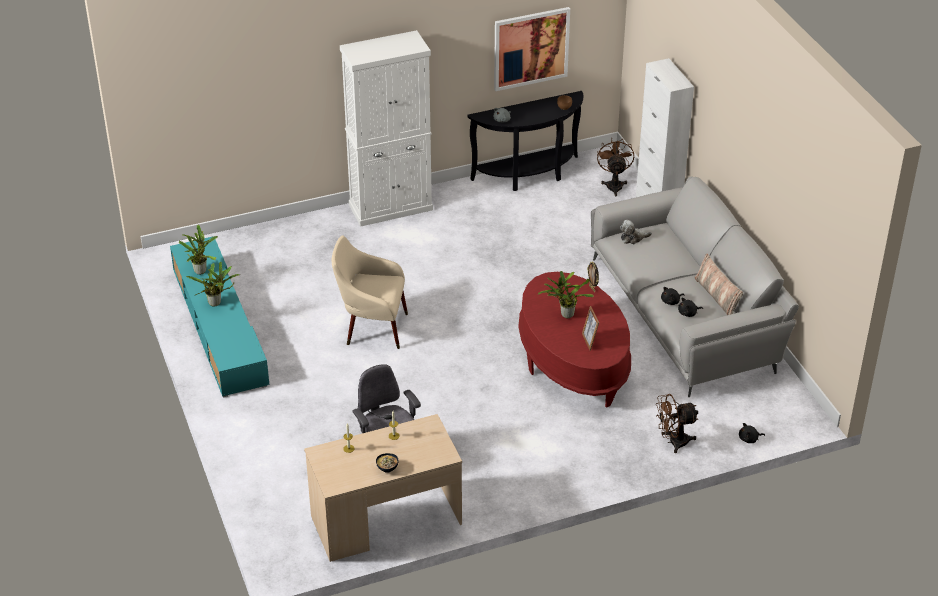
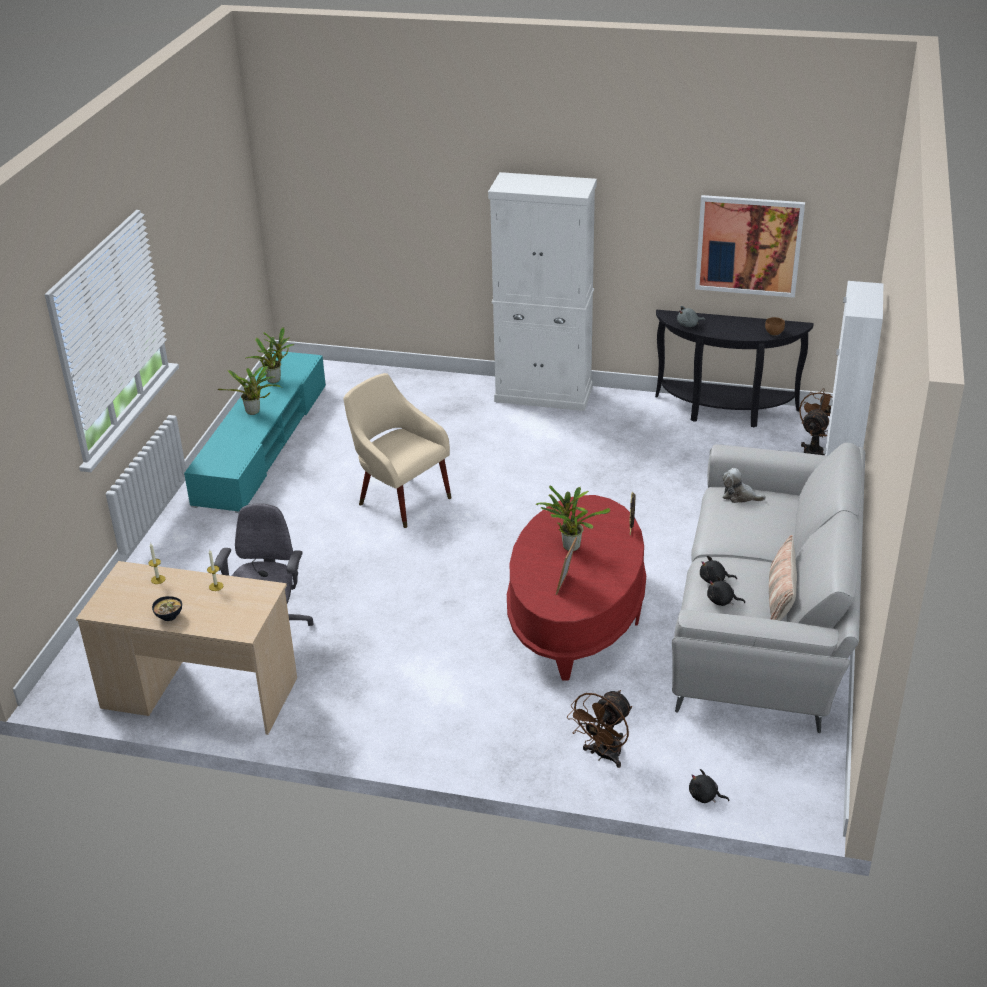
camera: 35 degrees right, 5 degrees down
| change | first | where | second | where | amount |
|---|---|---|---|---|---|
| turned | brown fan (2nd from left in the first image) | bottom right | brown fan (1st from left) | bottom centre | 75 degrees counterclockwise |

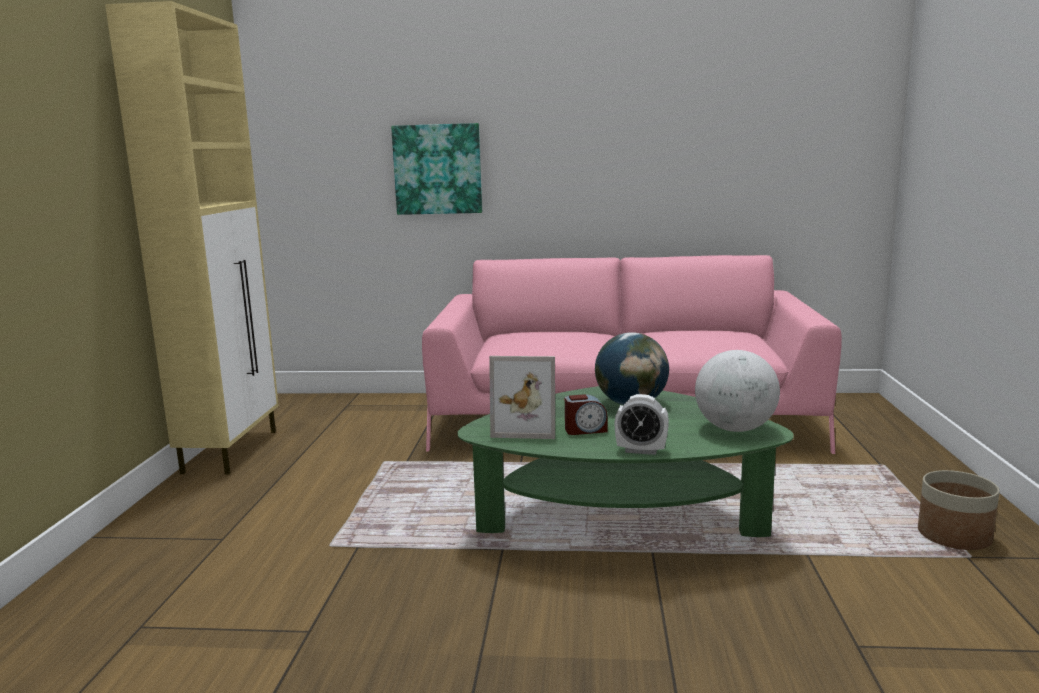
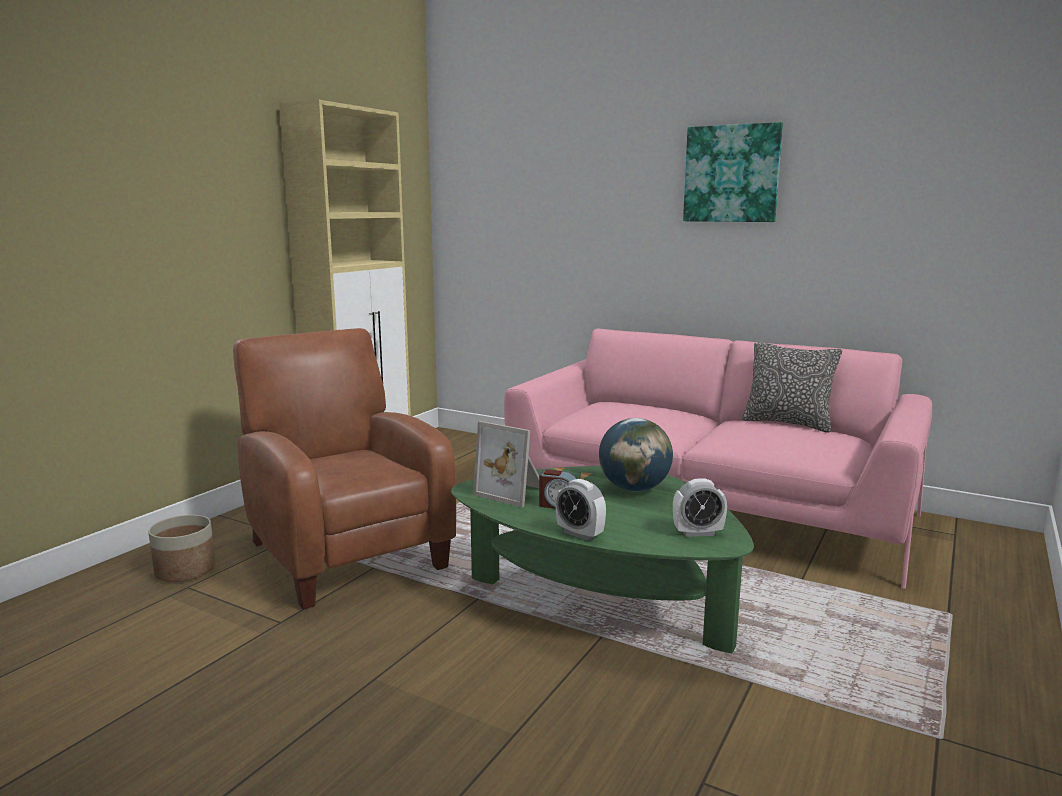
camera: 25 degrees right, 0 degrees up
| change | first | where | second | where | amount |
|---|---|---|---|---|---|
| moved | flower pot | bottom right |  | bottom left |  |
| added |  |  | brown armchair | middle left |  |
| replaced | world globe (2nd from left) | middle right | table clock (3rd from left) | centre |  |
| moved | wall picture | top centre |  | top right |  |
| added |  |  | pillow | middle right |  |

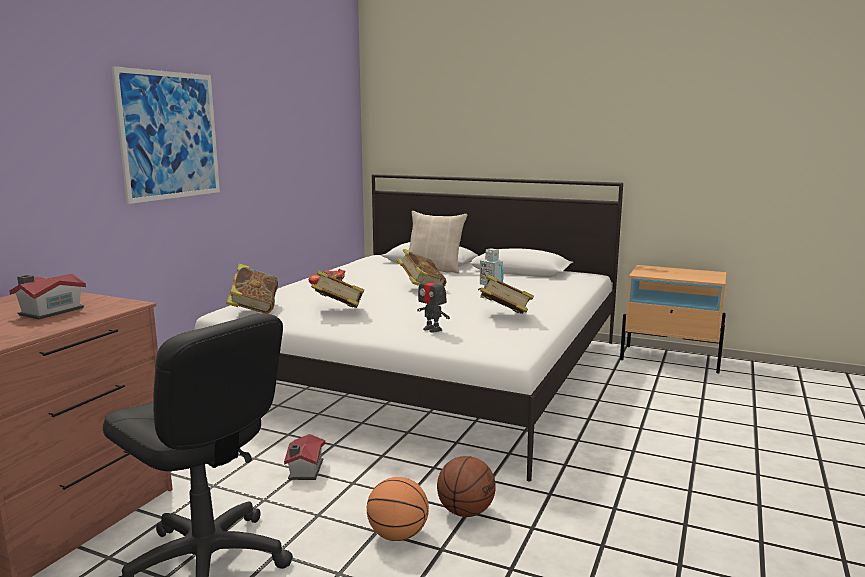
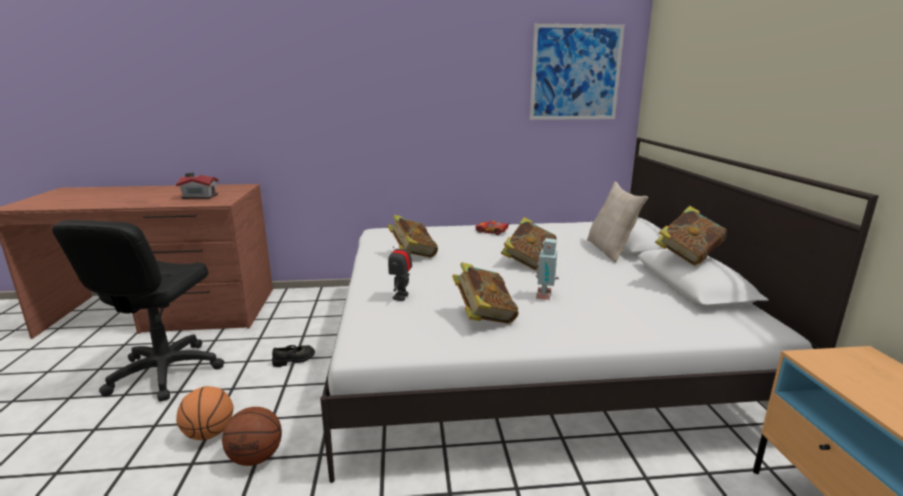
camera: 60 degrees right, 5 degrees up
| change | first | where | second | where | amount |
|---|---|---|---|---|---|
| replaced | toy house (2nd from left) | bottom centre | black-coloured item of footwear | bottom left |  |
| moved | wall picture | top left |  | top centre |  |
| moved | book (1st from left in the first image) | middle left | book (4th from left) | middle right |  |

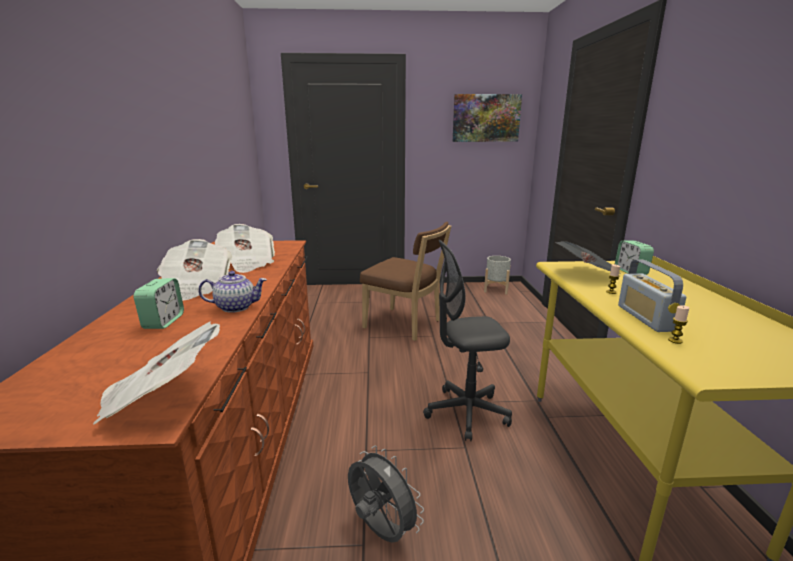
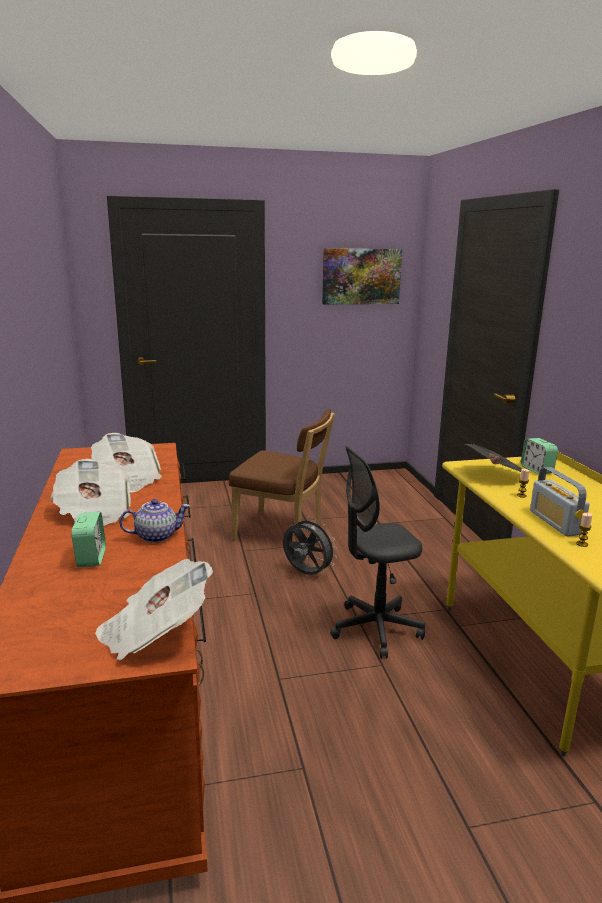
camera: 10 degrees left, 0 degrees up
| change | first | where | second | where | amount |
|---|---|---|---|---|---|
| moved | greyish fan | bottom centre |  | centre |  |
| removed | greyish flower pot | centre |  |  |  |

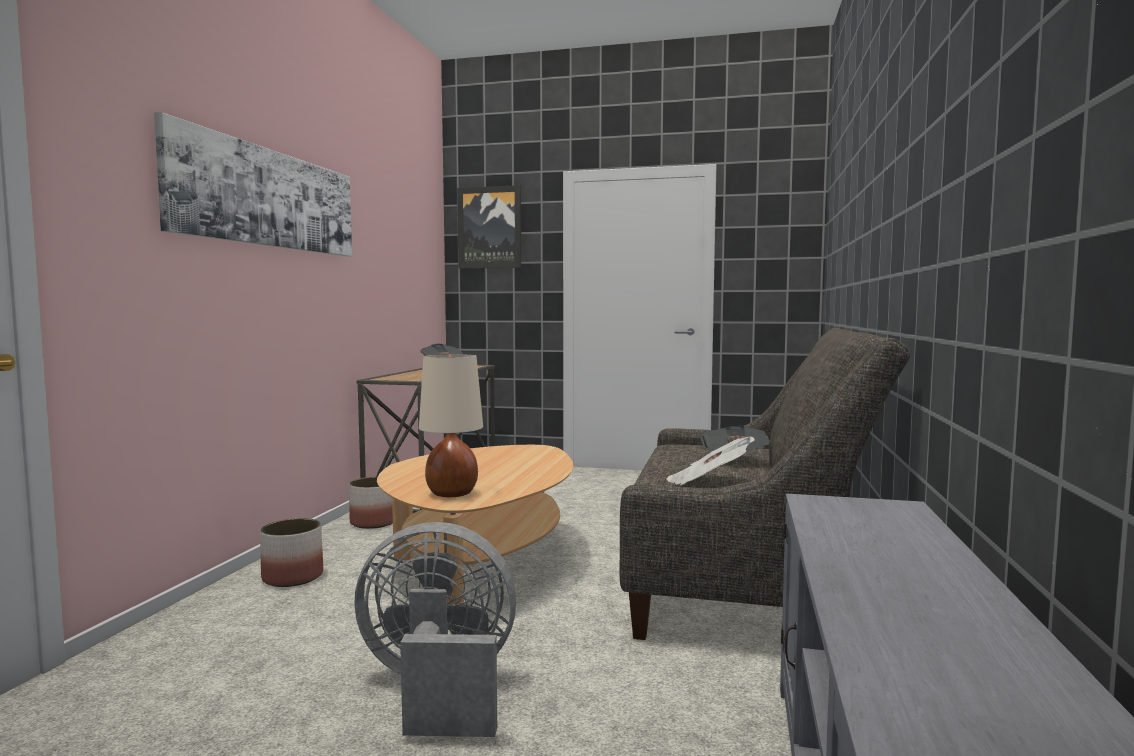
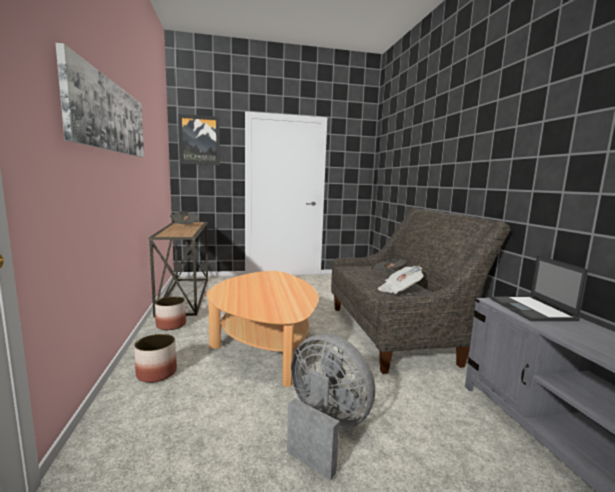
camera: 25 degrees left, 5 degrees up
| change | first | where | second | where | amount |
|---|---|---|---|---|---|
| turned | greyish fan | bottom centre |  | bottom centre | 60 degrees clockwise |
| added |  |  | laptop | middle right |  |
| removed | beige lamp for a table | centre |  |  |  |

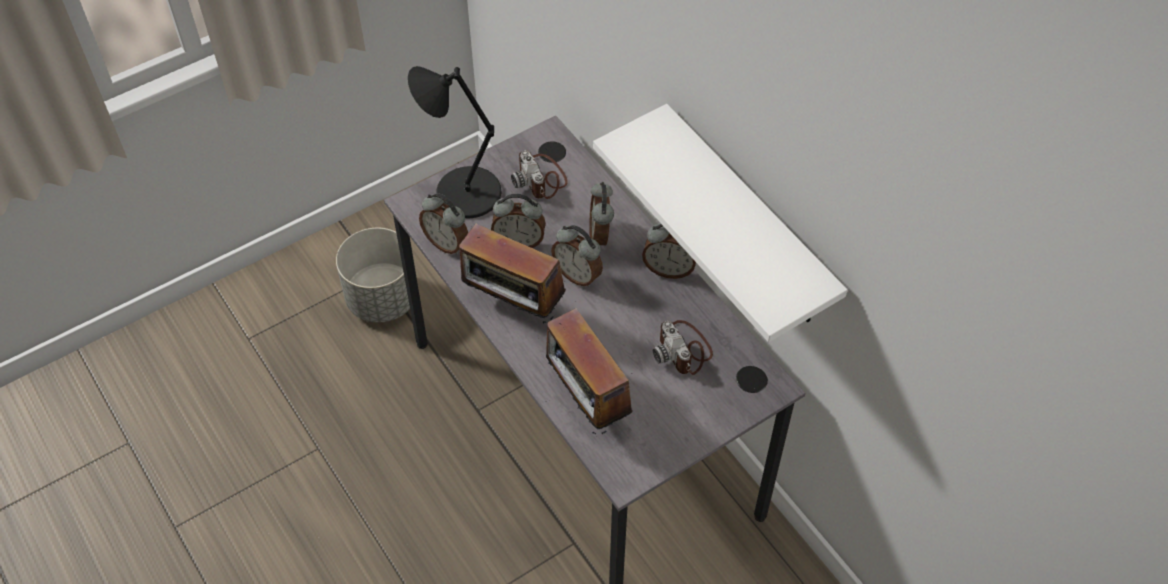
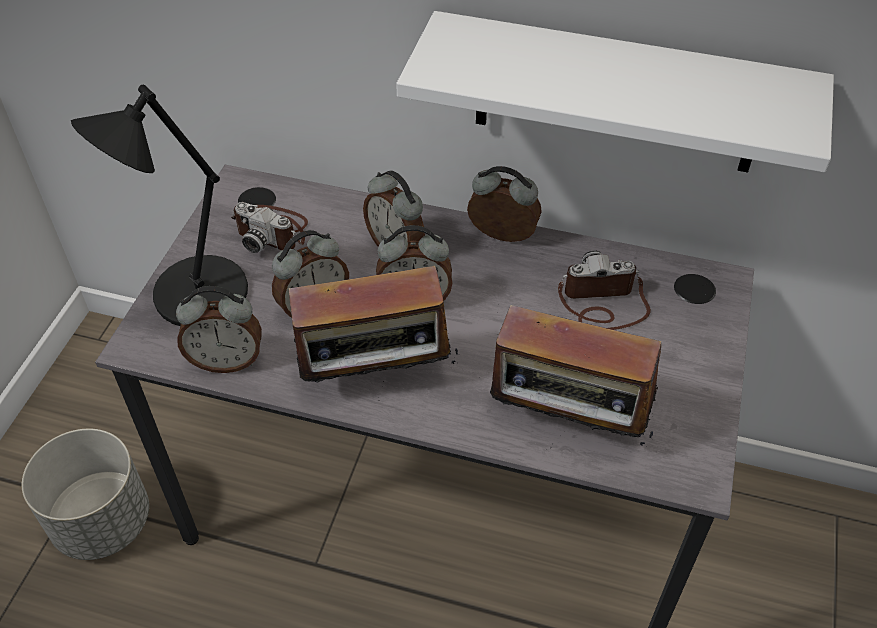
camera: 40 degrees left, 5 degrees down
| change | first | where | second | where | amount |
|---|---|---|---|---|---|
| turned | table clock (5th from left) | centre |  | top centre | 135 degrees counterclockwise |
| turned | photo camera (2nd from left) | centre |  | middle right | 150 degrees clockwise |

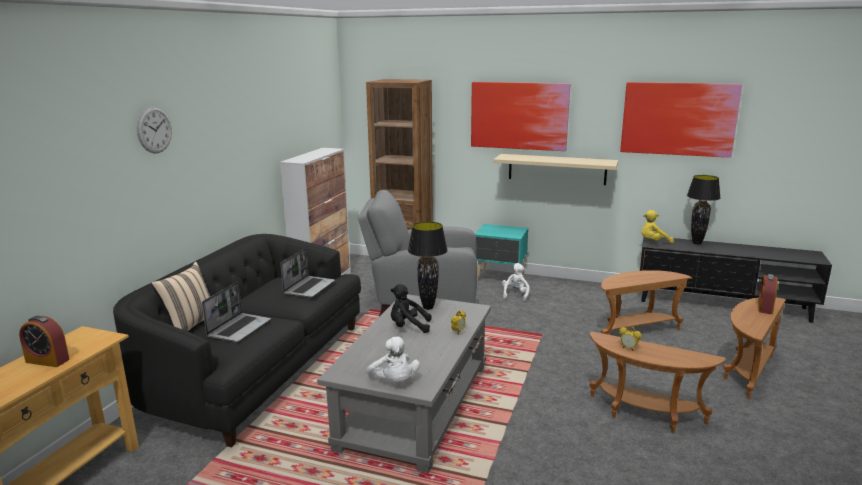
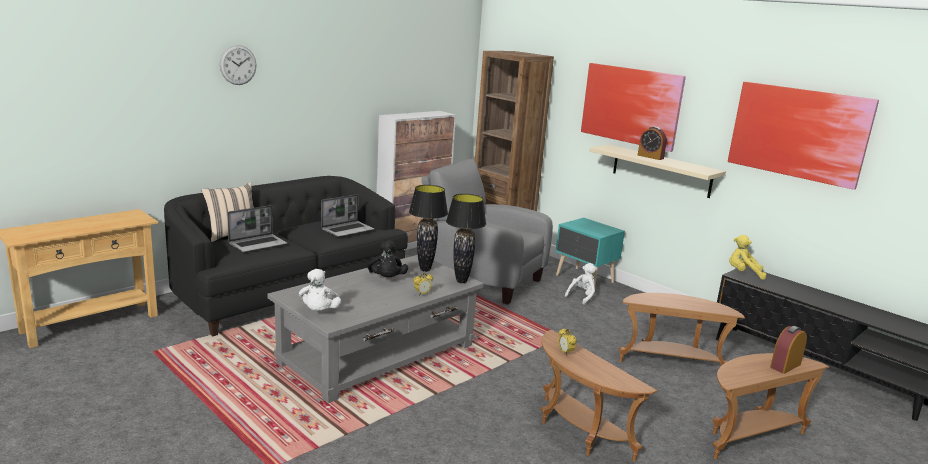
camera: 25 degrees right, 0 degrees up
| change | first | where | second | where | amount |
|---|---|---|---|---|---|
| turned | black-coloured plush toy | centre |  | centre | 135 degrees counterclockwise |
| moved | black-coloured lamp for a table (2nd from left) | middle right |  | centre |  |
| moved | table clock (1st from left in the first image) | bottom left | table clock (3rd from left) | top right |  |

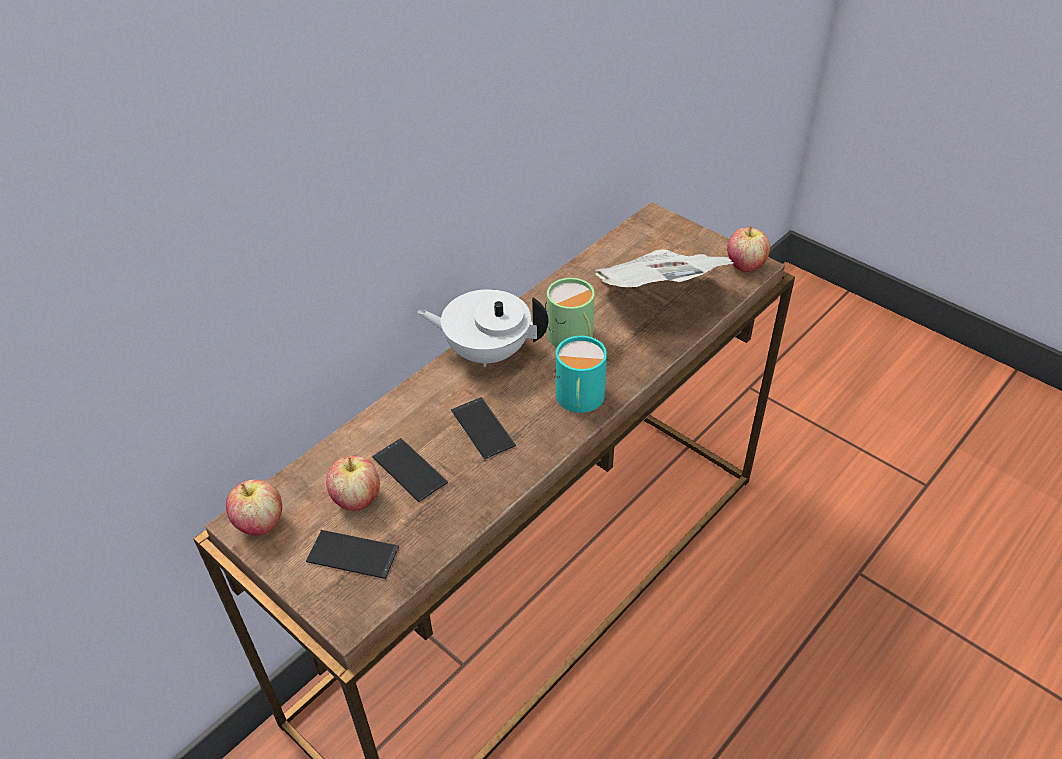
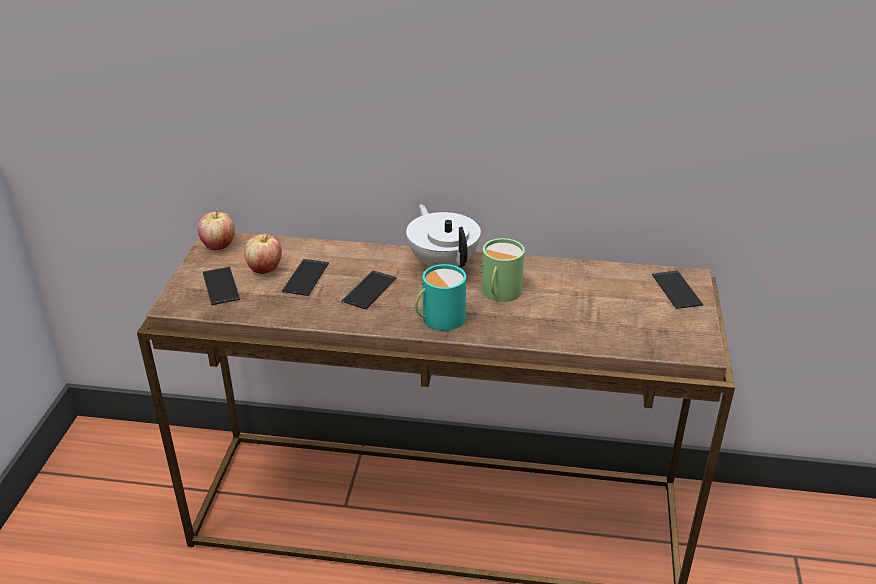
camera: 55 degrees right, 10 degrees down
| change | first | where | second | where | amount |
|---|---|---|---|---|---|
| added |  |  | handset (4th from left) | middle right |  |
| removed | newspaper | centre |  |  |  |
| removed | apple fruit (3rd from left) | top right |  |  |  |

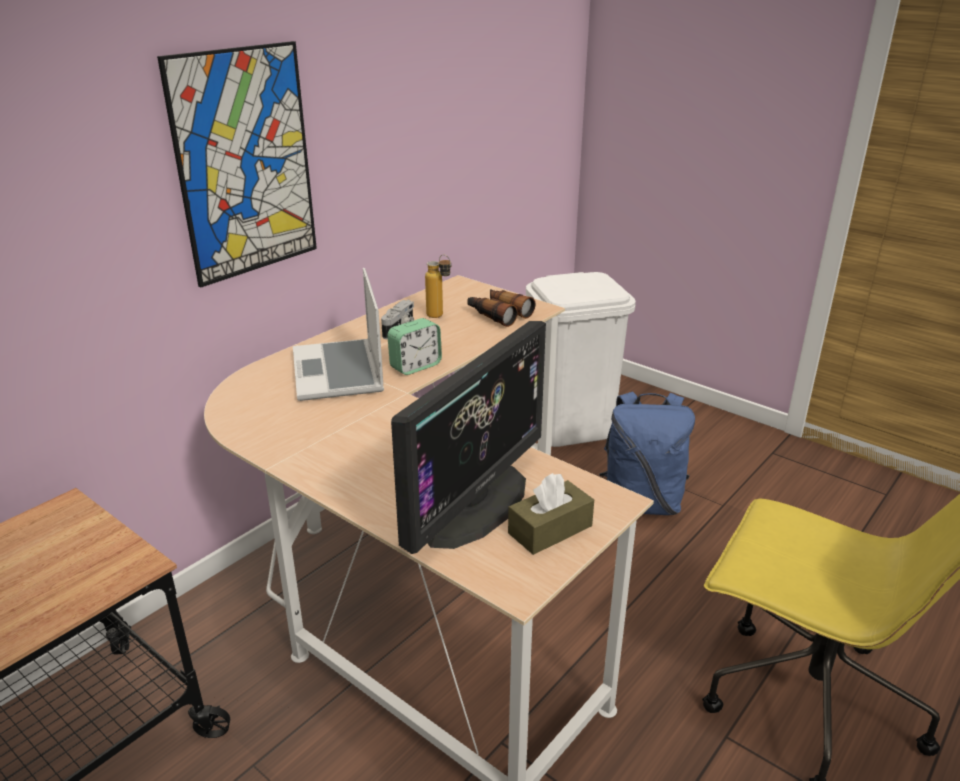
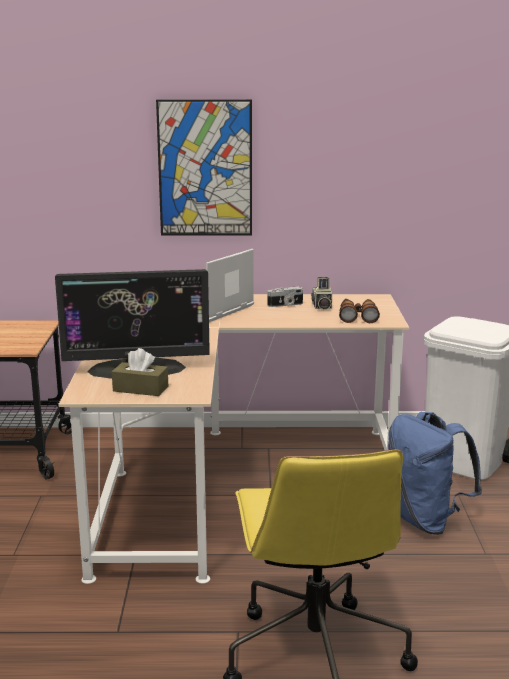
camera: 50 degrees right, 10 degrees down
| change | first | where | second | where | amount |
|---|---|---|---|---|---|
| replaced | drink bottle | centre | photo camera (2nd from left) | centre |  |
| removed | table clock | centre |  |  |  |

